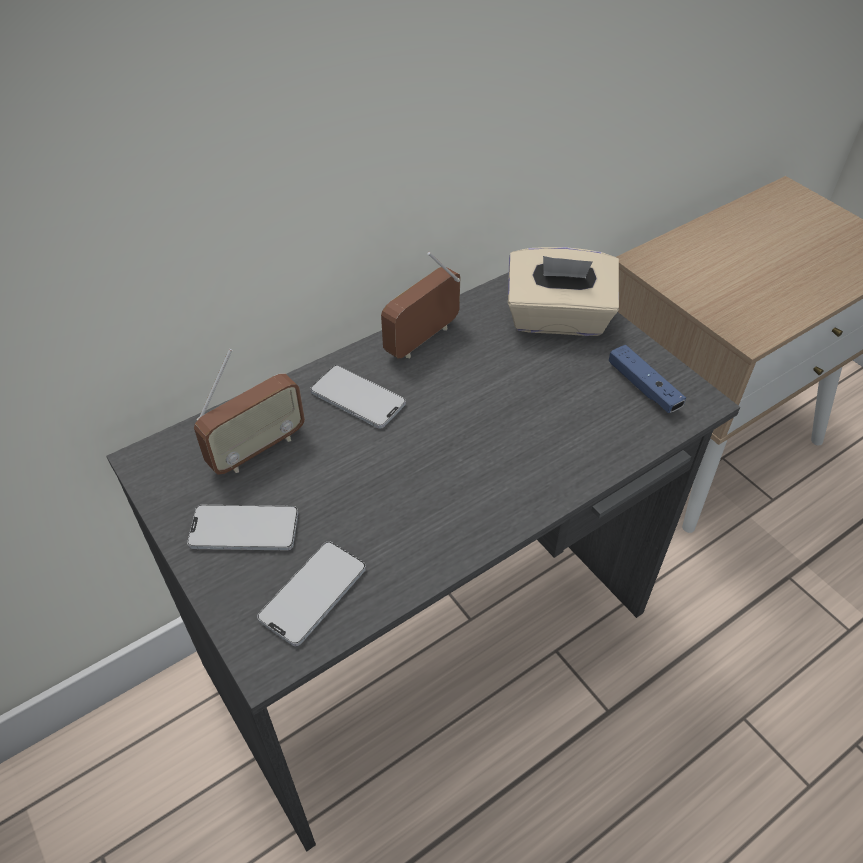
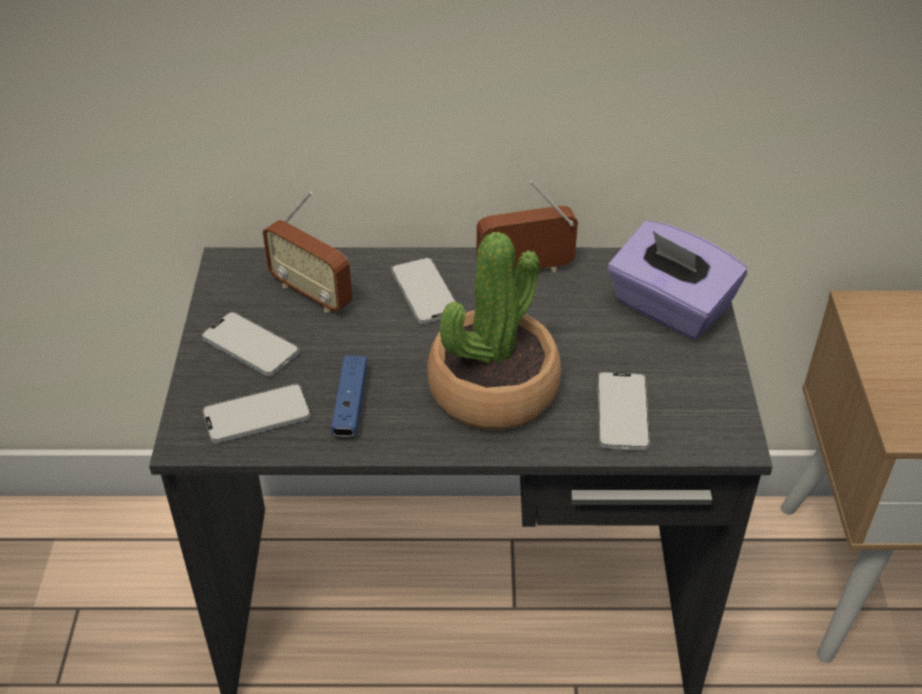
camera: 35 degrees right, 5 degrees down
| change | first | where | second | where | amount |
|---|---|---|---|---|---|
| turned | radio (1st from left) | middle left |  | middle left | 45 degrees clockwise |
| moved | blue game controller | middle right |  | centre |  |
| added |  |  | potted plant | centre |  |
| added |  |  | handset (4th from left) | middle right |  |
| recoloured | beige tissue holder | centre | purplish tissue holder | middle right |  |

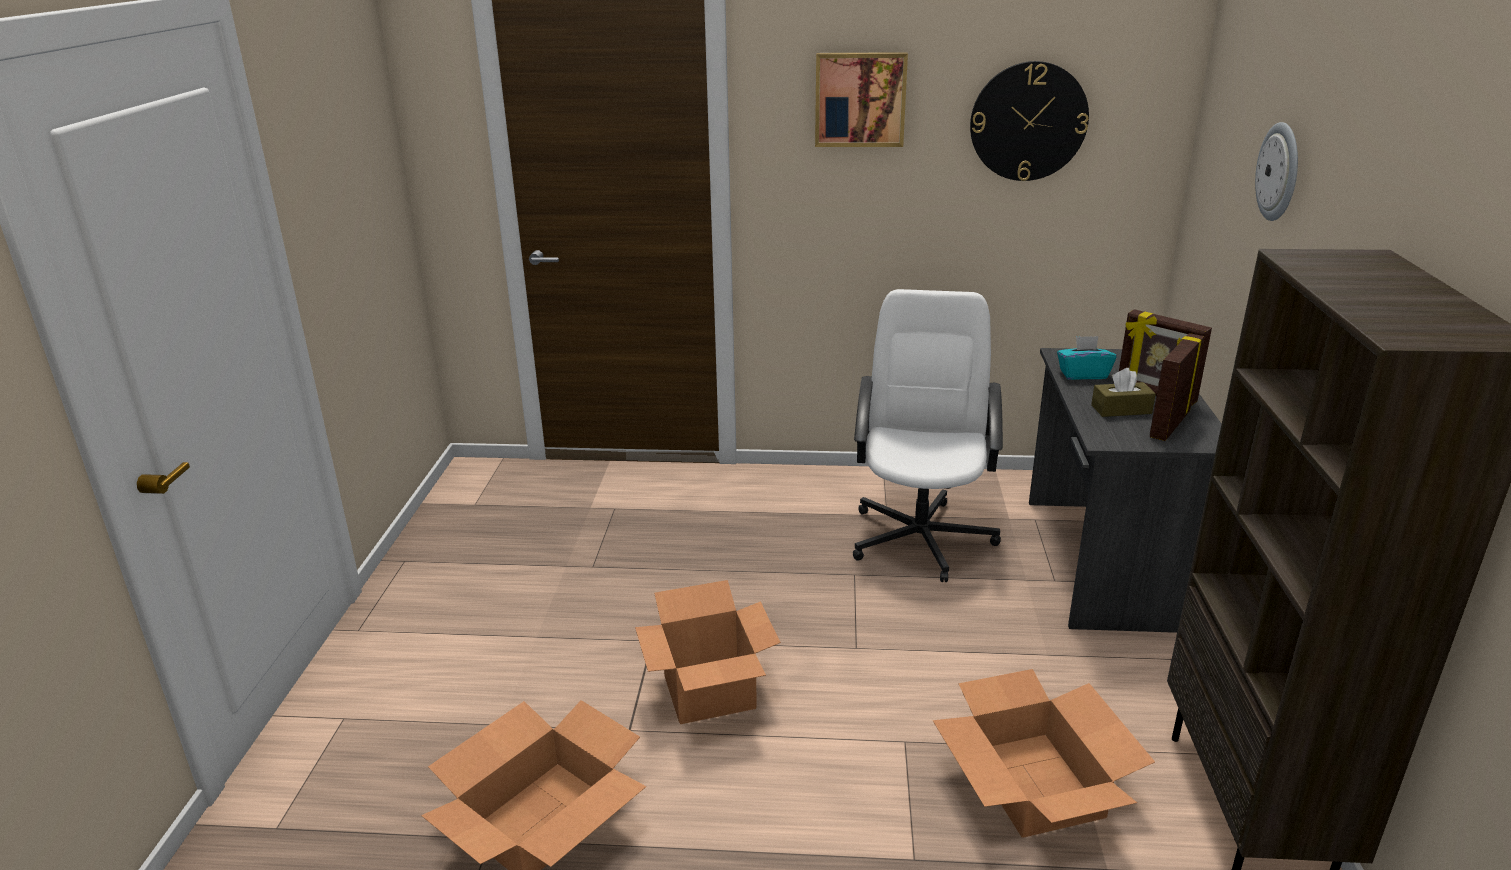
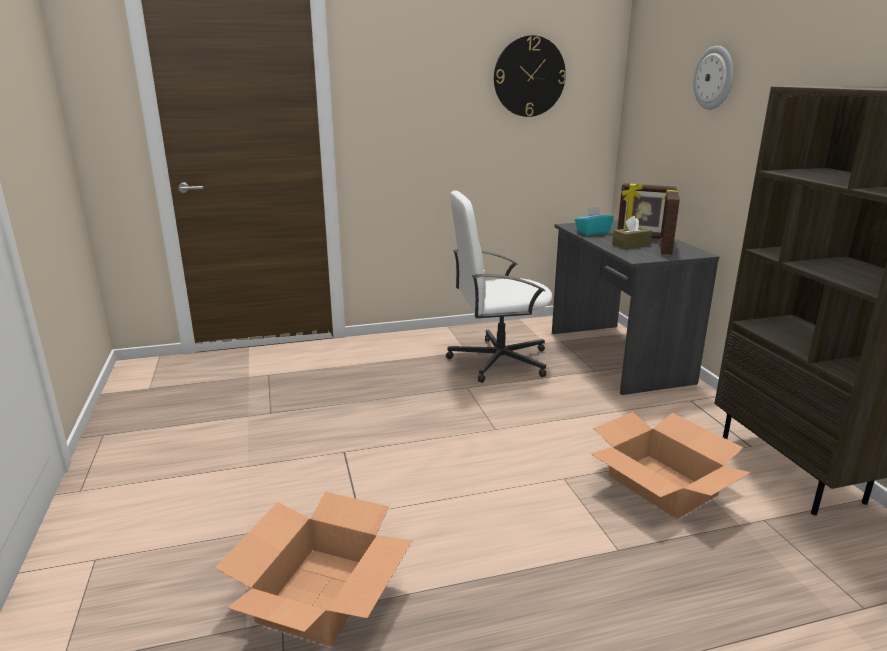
camera: 20 degrees left, 5 degrees down
| change | first | where | second | where | amount |
|---|---|---|---|---|---|
| turned | whitish computer chair | centre |  | centre | 90 degrees counterclockwise |
| removed | packing box (2nd from left) | bottom centre |  |  |  |
| removed | wall picture | top centre |  |  |  |

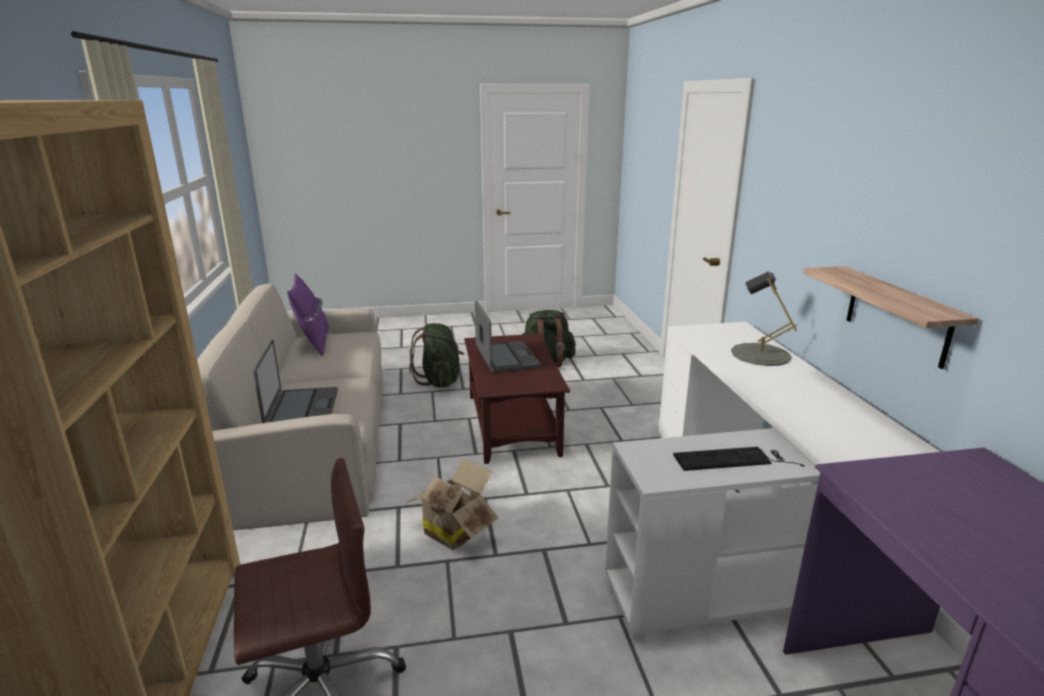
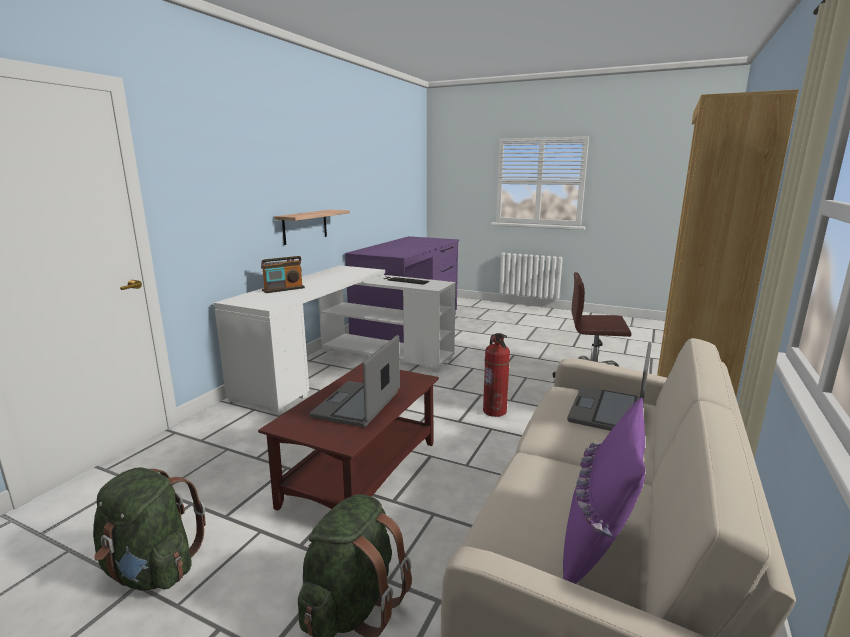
camera: 145 degrees left, 5 degrees down
| change | first | where | second | where | amount |
|---|---|---|---|---|---|
| replaced | greyish lamp for a table | middle right | radio | middle left |  |
| replaced | packing box | bottom centre | extinguisher | centre |  |

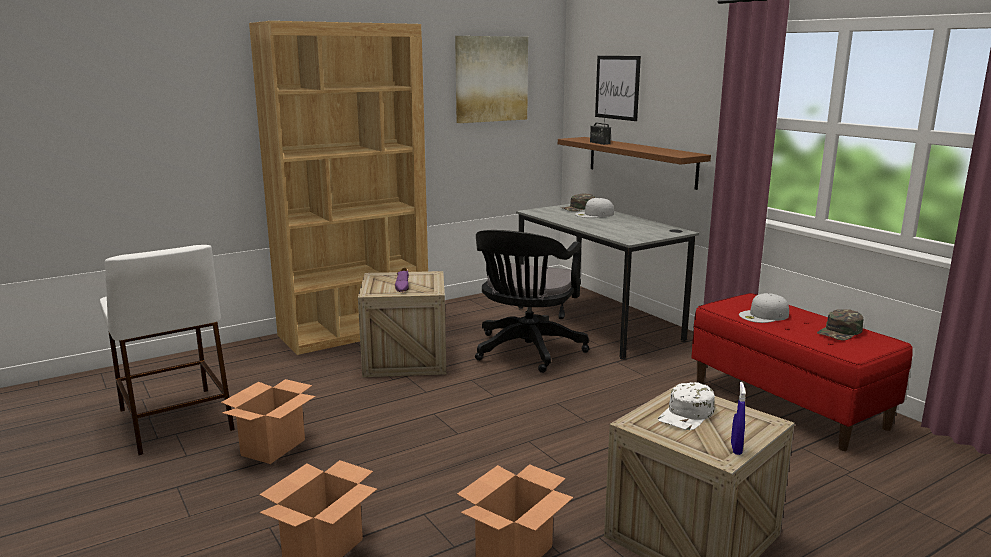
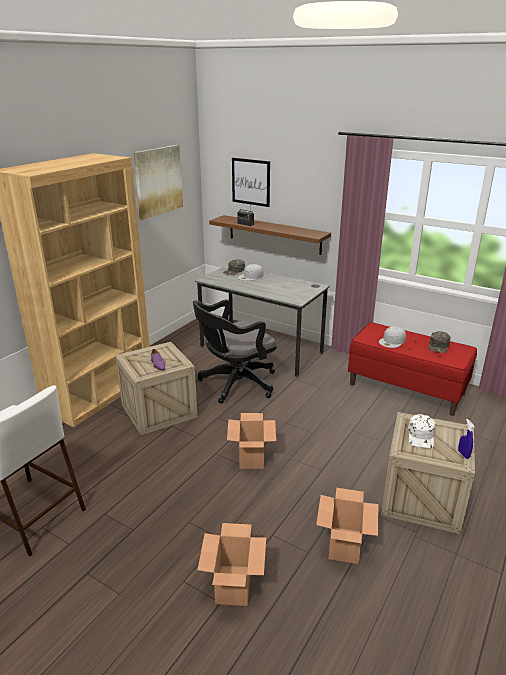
camera: 25 degrees left, 10 degrees up
| change | first | where | second | where | amount |
|---|---|---|---|---|---|
| turned | black-coloured computer chair | centre |  | centre | 60 degrees clockwise |
| moved | packing box (1st from left in the first image) | bottom left | packing box (2nd from left) | centre |  |

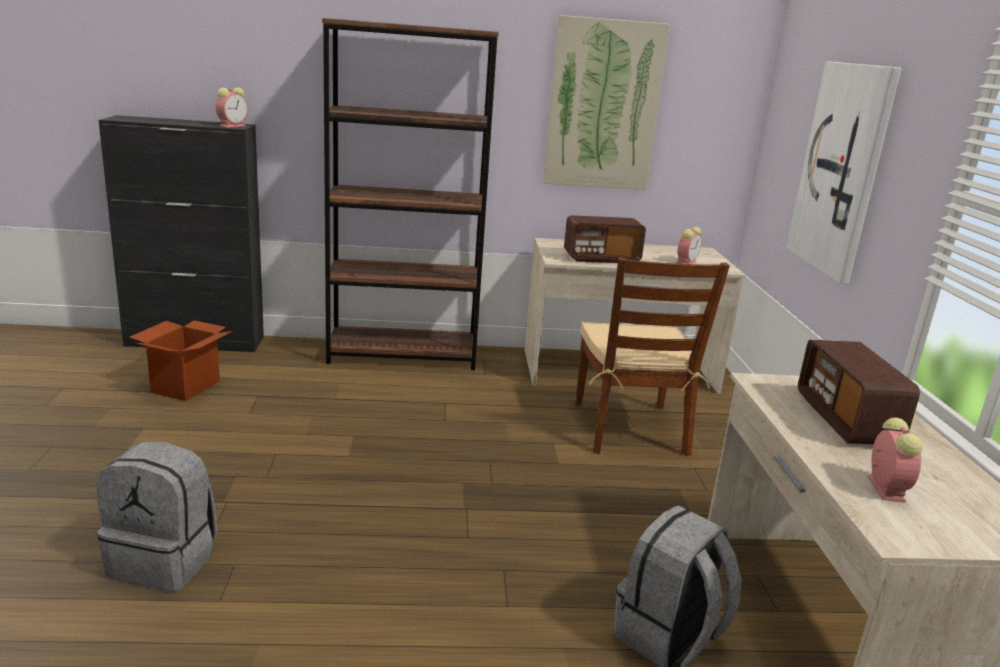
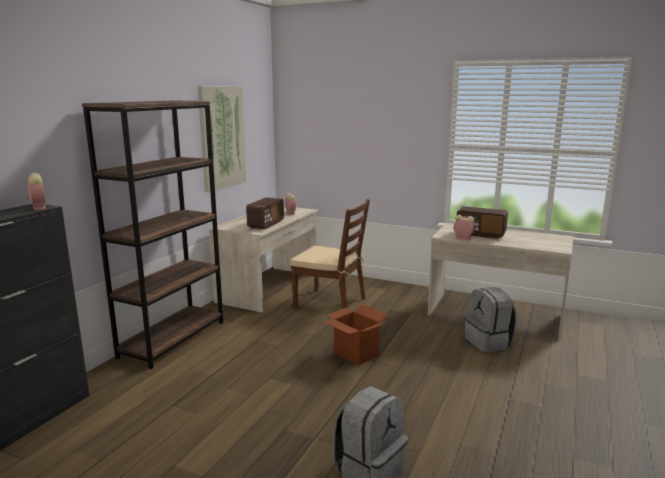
camera: 60 degrees left, 5 degrees down
| change | first | where | second | where | amount |
|---|---|---|---|---|---|
| moved | packing box | middle left |  | bottom centre |  |
| moved | table clock (3rd from left) | bottom right |  | middle right |  |
| removed | wall picture (2nd from left) | top right |  |  |  |

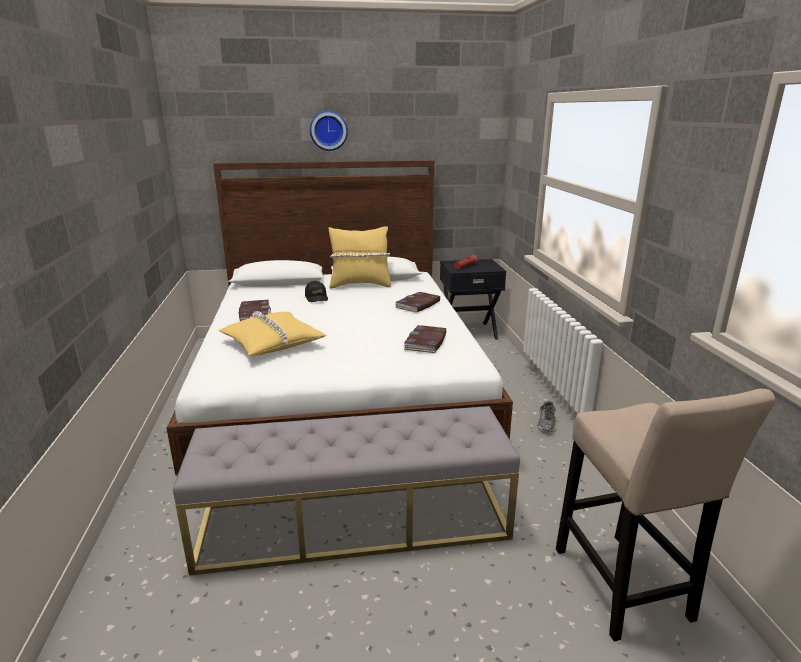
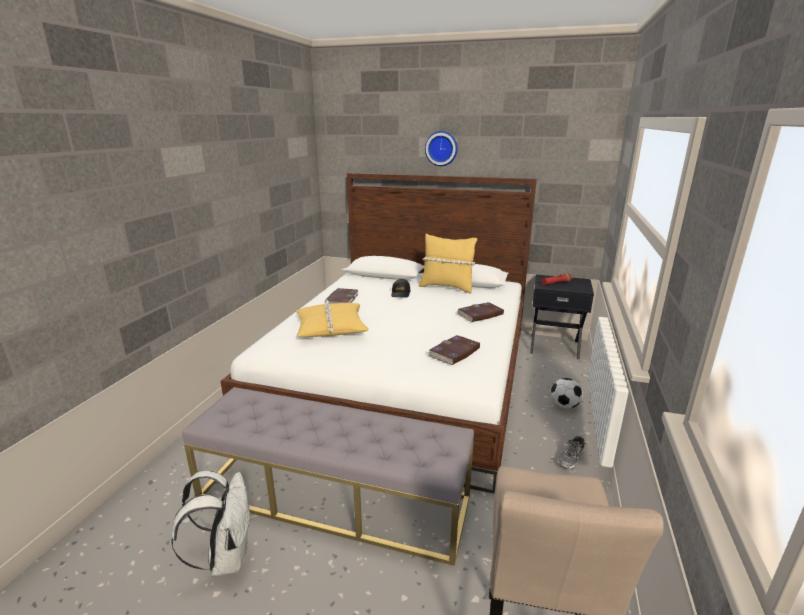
camera: 25 degrees right, 0 degrees up
| change | first | where | second | where | amount |
|---|---|---|---|---|---|
| added |  |  | whitish rucksack | bottom left |  |
| added |  |  | football ball | middle right |  |

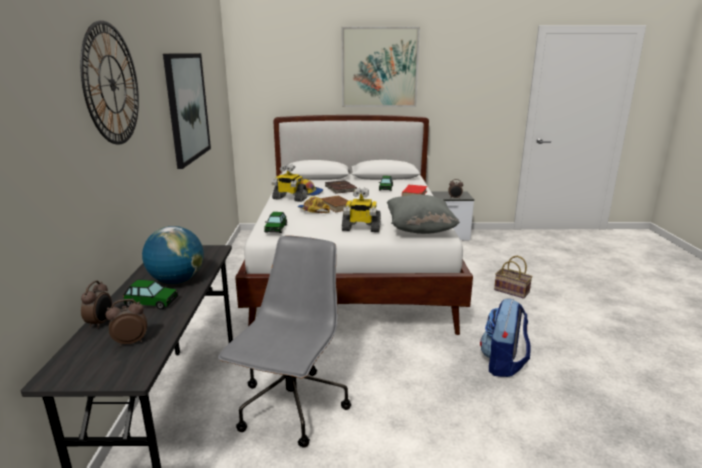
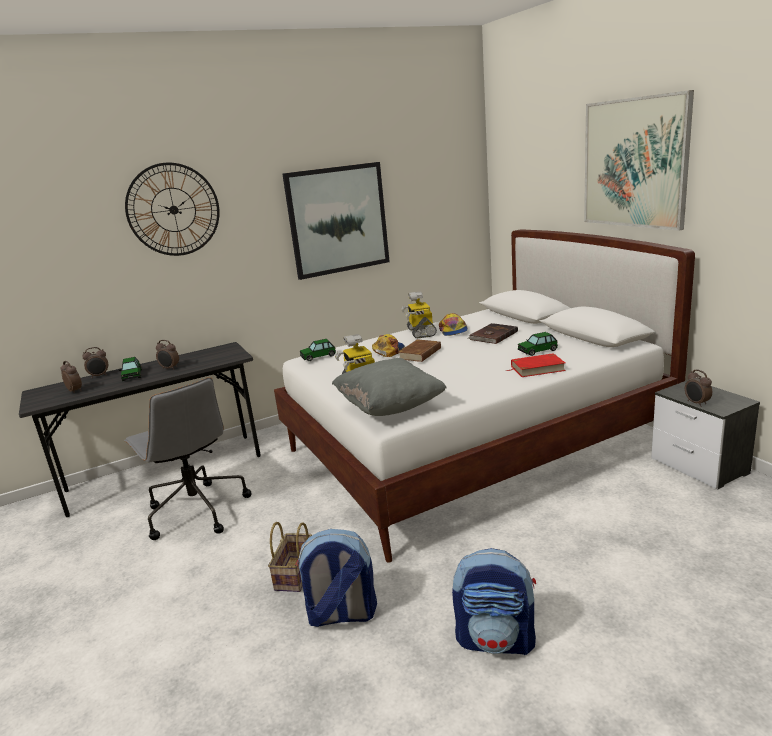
camera: 65 degrees right, 0 degrees up
| change | first | where | second | where | amount |
|---|---|---|---|---|---|
| turned | greyish computer chair | bottom centre |  | middle left | 60 degrees clockwise |
| replaced | world globe | middle left | table clock (3rd from left) | middle left |  |
| moved | household basket | middle right |  | bottom centre |  |
| added |  |  | rucksack (2nd from left) | bottom centre |  |

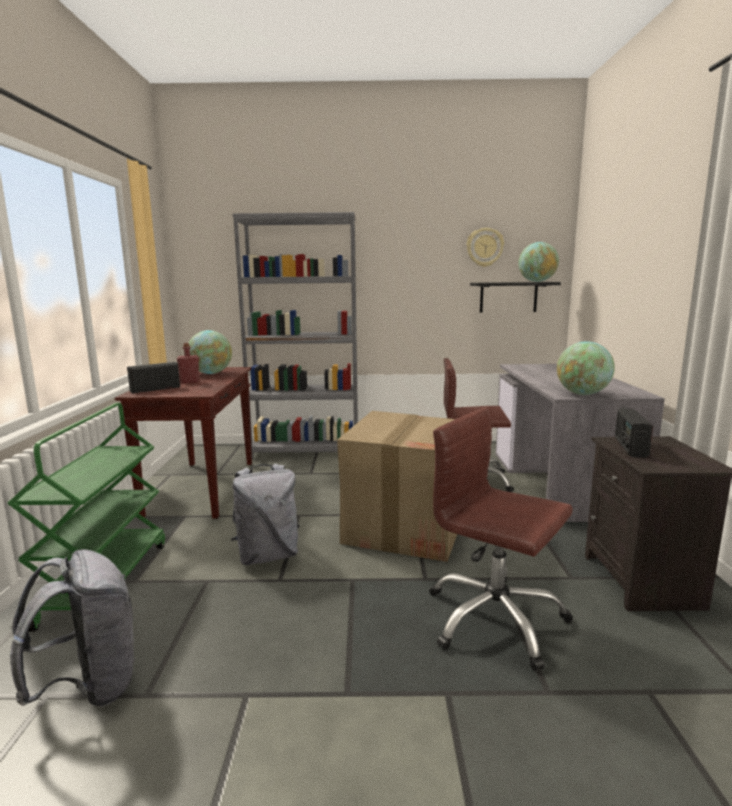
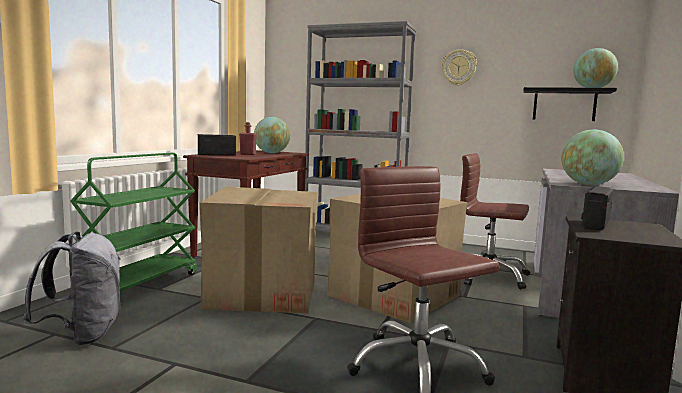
camera: 20 degrees right, 5 degrees down
| change | first | where | second | where | amount |
|---|---|---|---|---|---|
| replaced | greyish rucksack (2nd from left) | centre | packing box (1st from left) | centre |  |
| moved | wall clock | top centre |  | top right |  |

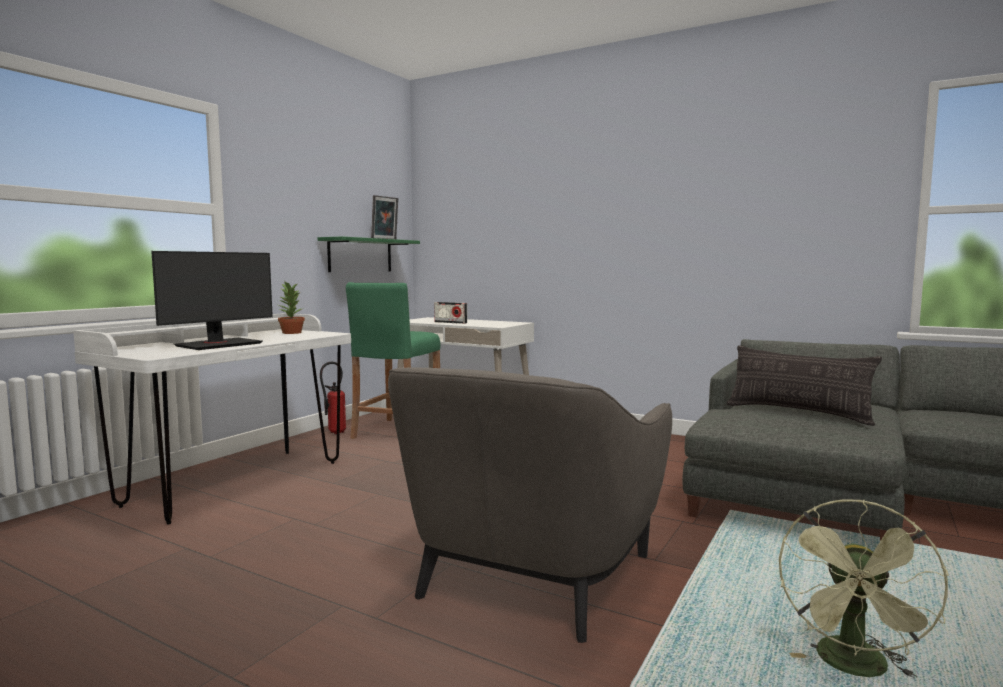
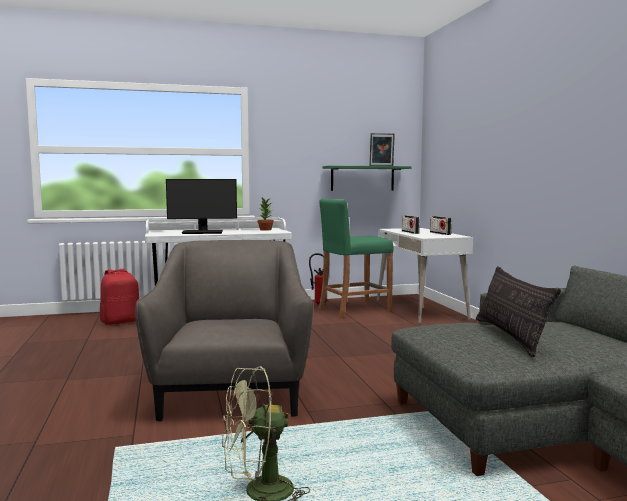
camera: 45 degrees right, 0 degrees up
| change | first | where | second | where | amount |
|---|---|---|---|---|---|
| added |  |  | reddish rucksack | middle left |  |
| turned | greyish armchair | bottom centre |  | centre | 105 degrees clockwise |
| added |  |  | radio (2nd from left) | middle right |  |

